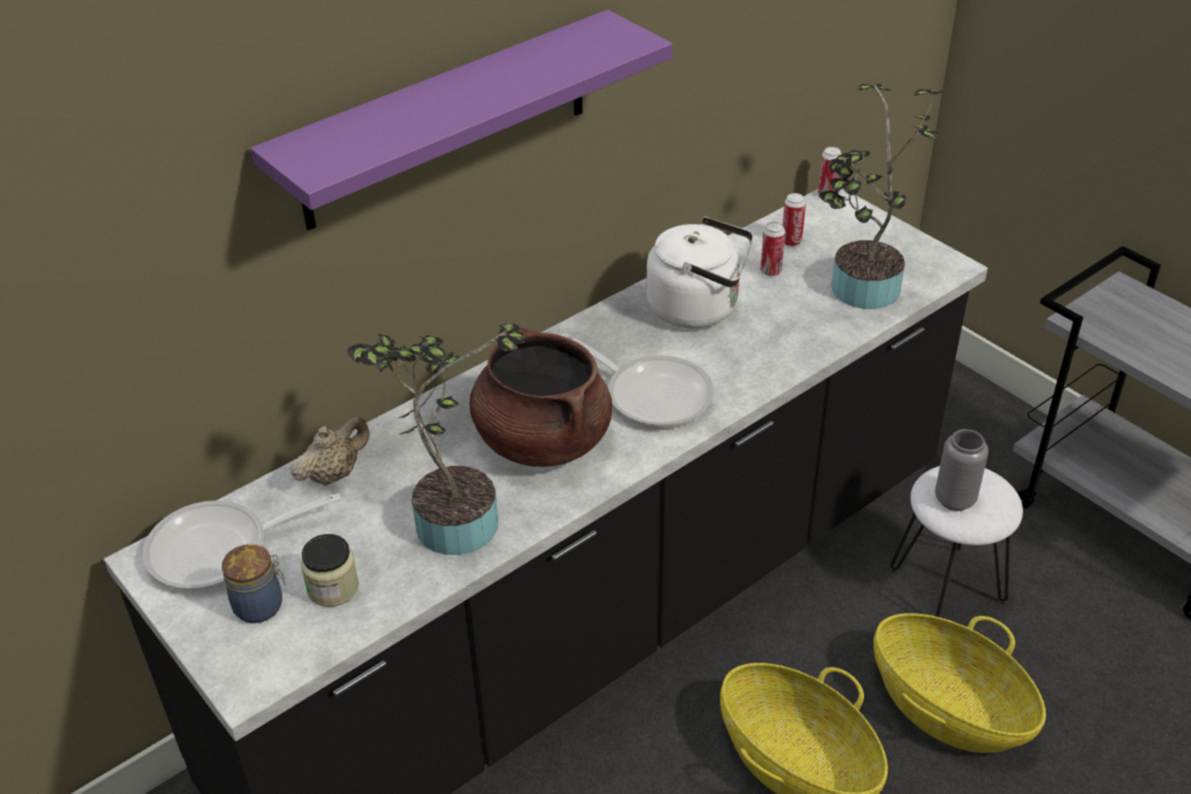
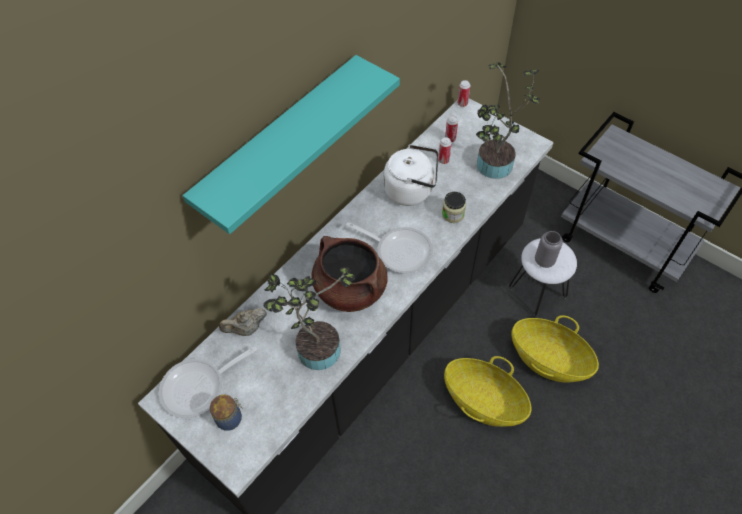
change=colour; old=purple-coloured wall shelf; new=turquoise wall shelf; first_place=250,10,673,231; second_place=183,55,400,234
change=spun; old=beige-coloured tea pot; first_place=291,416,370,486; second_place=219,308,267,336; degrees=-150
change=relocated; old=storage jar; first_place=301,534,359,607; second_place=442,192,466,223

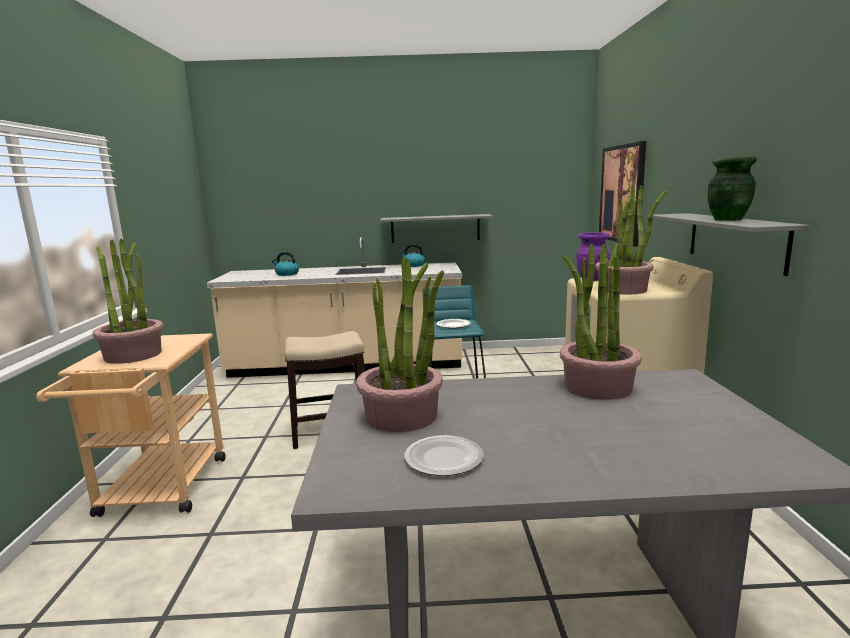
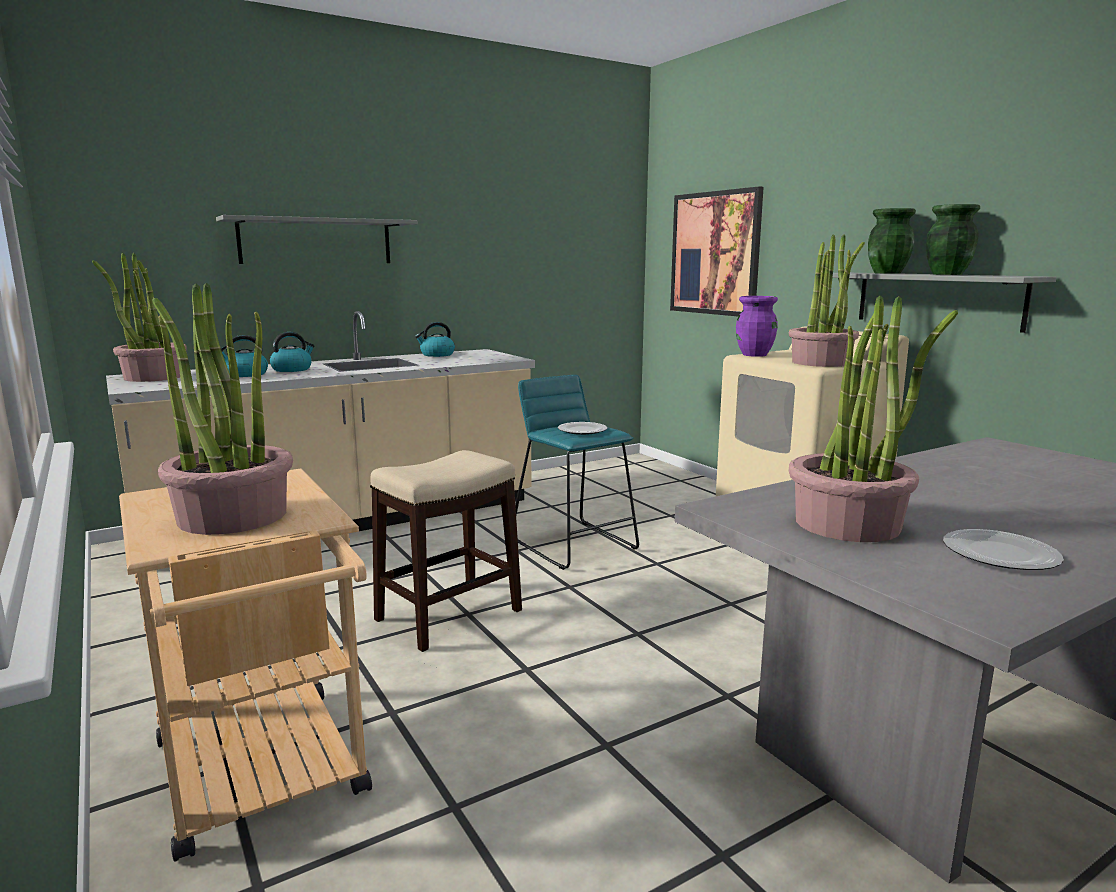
change=relocated; old=greyish wall shelf; first_place=380,214,493,243; second_place=216,215,418,264
change=relocated; old=plant in a pot; first_place=560,243,642,400; second_place=92,253,187,382
change=appeared; new=water kettle; second_place=270,332,315,372
change=appeared; new=green vase; second_place=868,208,916,274

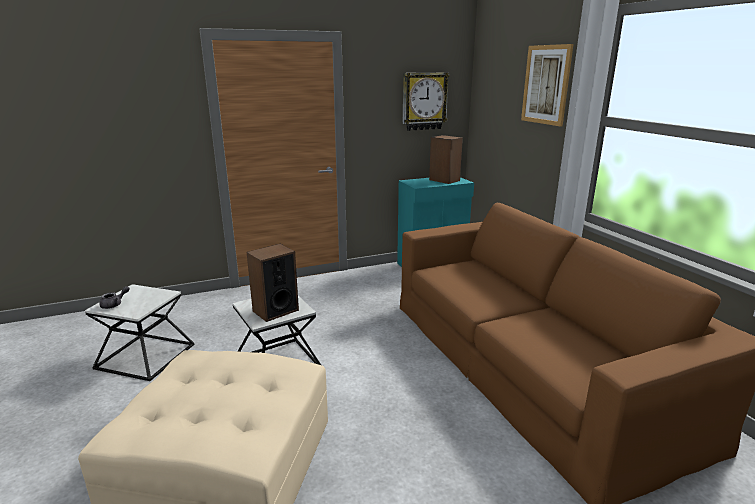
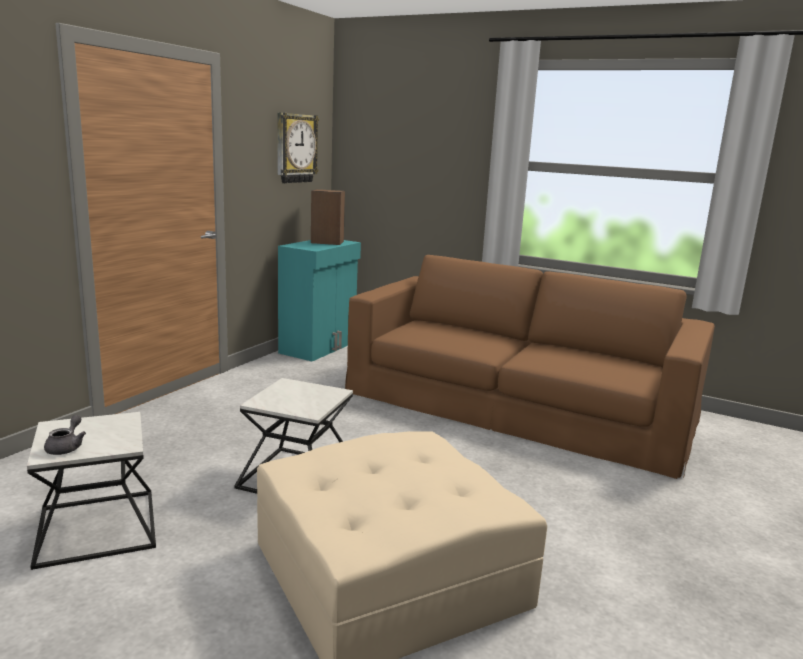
change=missing; old=audio speaker; first_place=247,244,299,322
change=missing; old=wall picture; first_place=521,44,573,127

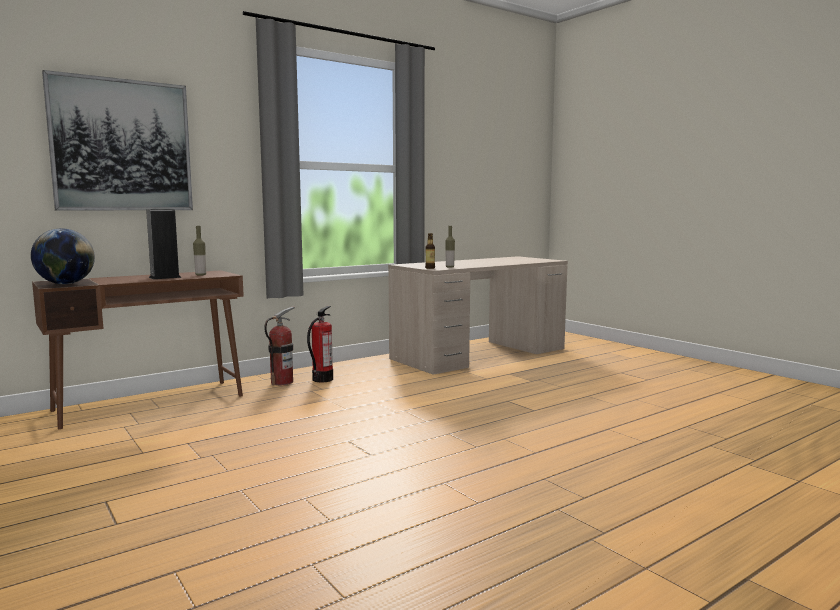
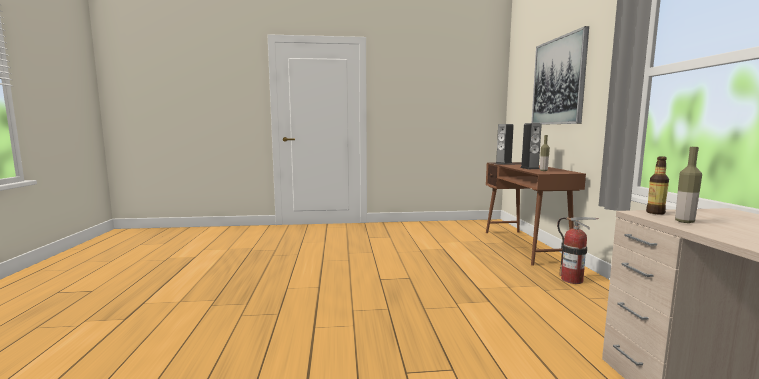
change=exchanged; old=desk globe; new=audio speaker; first_place=31,228,95,284; second_place=495,124,514,164
change=missing; old=extinguisher; first_place=307,306,333,382

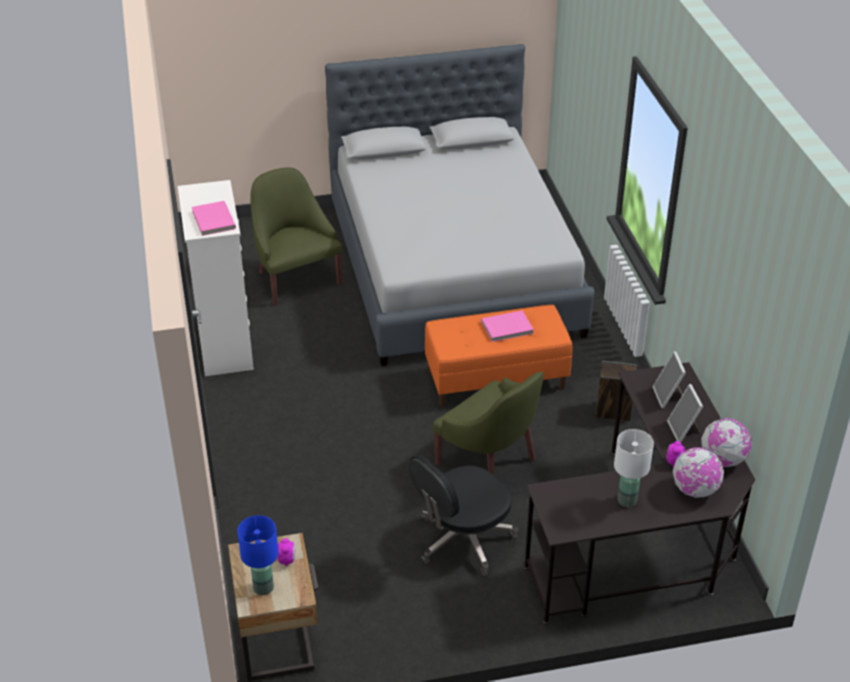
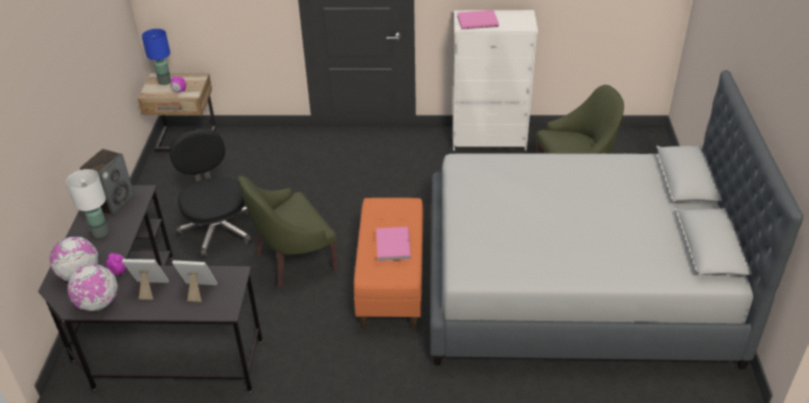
change=relocated; old=audio speaker; first_place=596,361,637,422; second_place=80,149,135,216

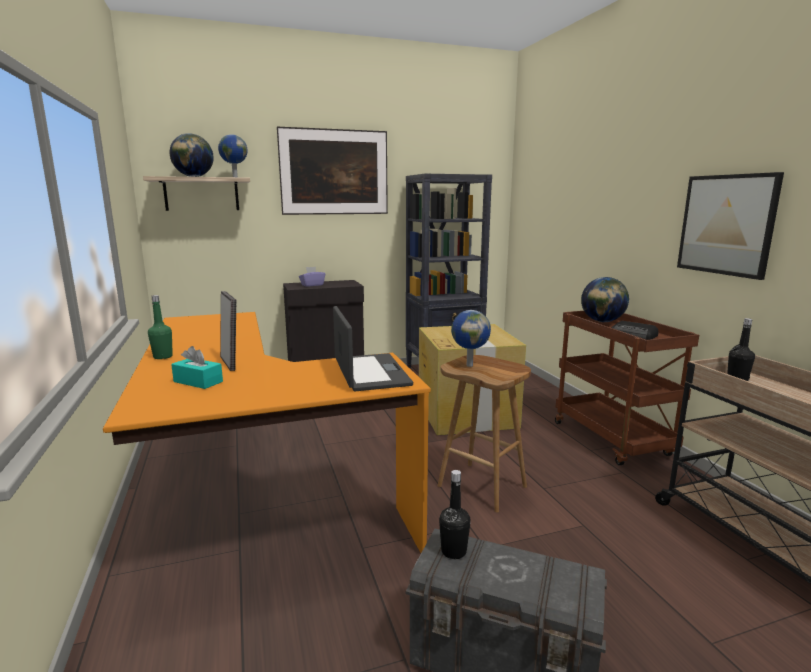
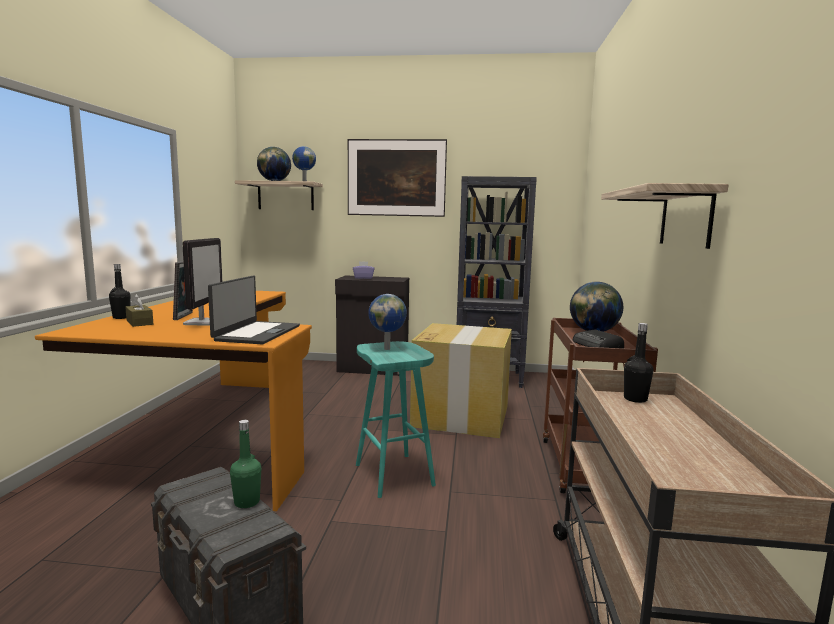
change=relocated; old=green bottle; first_place=148,295,173,359; second_place=230,420,262,508
change=colour; old=turquoise box of tissues; new=brownish box of tissues; first_place=171,346,223,389; second_place=125,294,153,327
change=colour; old=brownish stool seat; new=turquoise stool seat; first_place=438,355,531,513; second_place=356,341,436,498
change=relocated; old=black-coloured bottle; first_place=439,470,471,559; second_place=109,264,130,319
change=exchanged; old=wall picture; new=wall shelf; first_place=677,172,784,280; second_place=601,183,729,249
change=appeared; new=computer screen; second_place=183,238,222,326

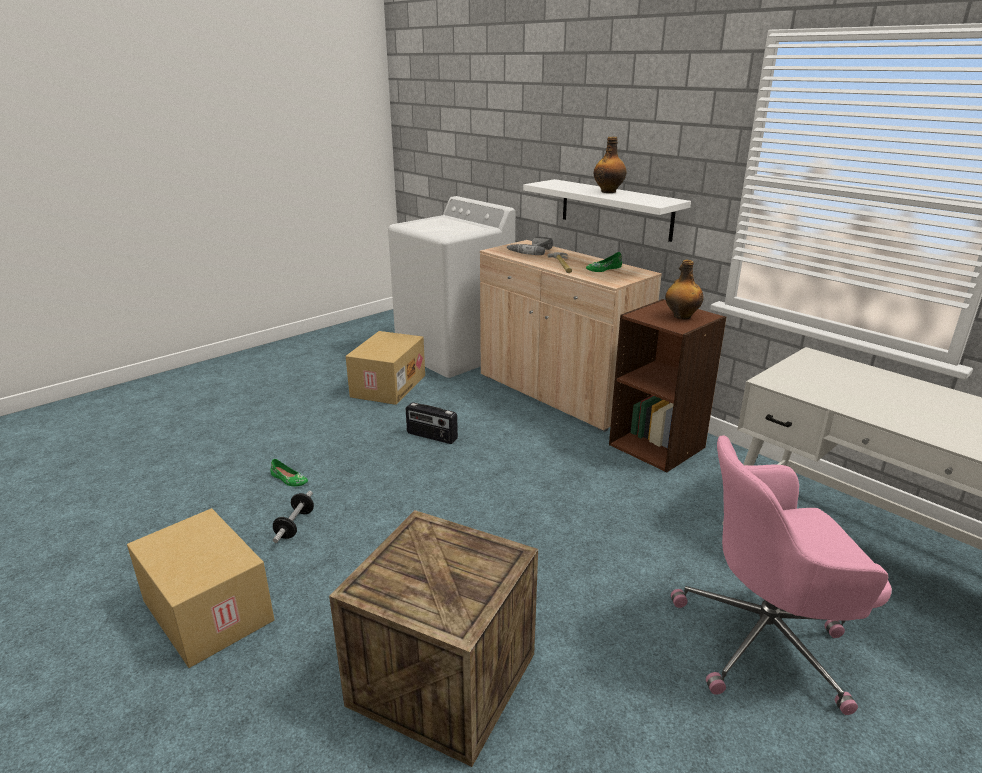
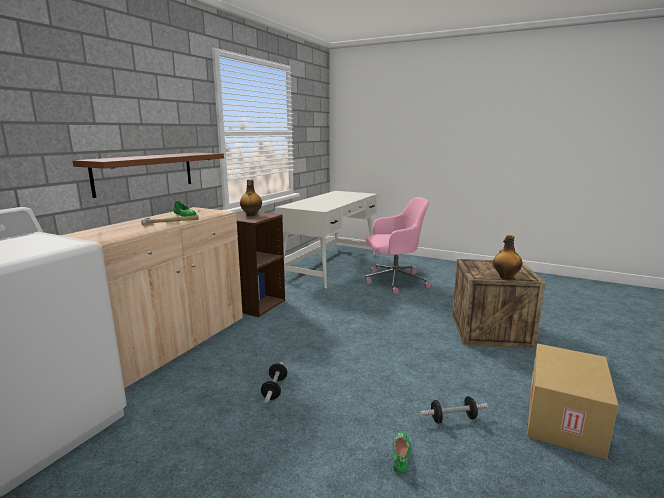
change=missing; old=packing box; first_place=346,331,425,405
change=exchanged; old=radio set; new=dumbbell; first_place=406,402,458,444; second_place=261,362,287,403
change=missing; old=drill; first_place=507,237,553,255
change=colour; old=white-coloured wall shelf; new=brownish wall shelf; first_place=523,179,691,242; second_place=72,153,224,198
change=relocated; old=bottle; first_place=594,137,627,193; second_place=493,235,522,279
change=spun; old=pink-coloured desk chair; first_place=671,435,892,715; second_place=365,197,431,294; degrees=-75

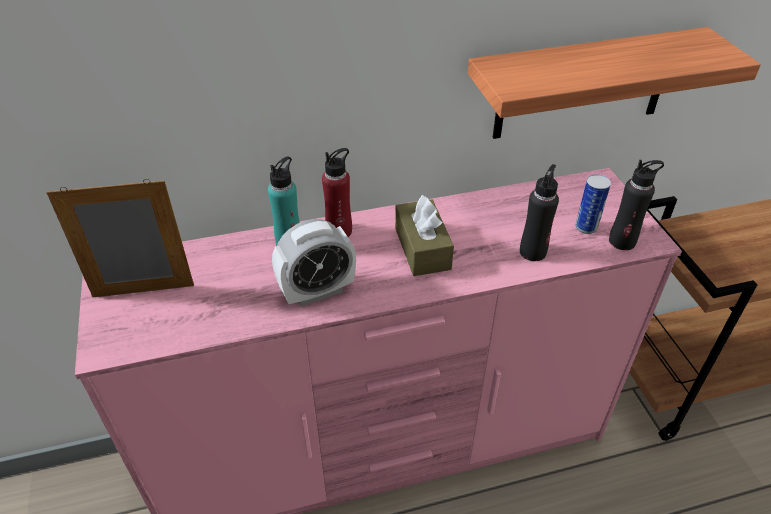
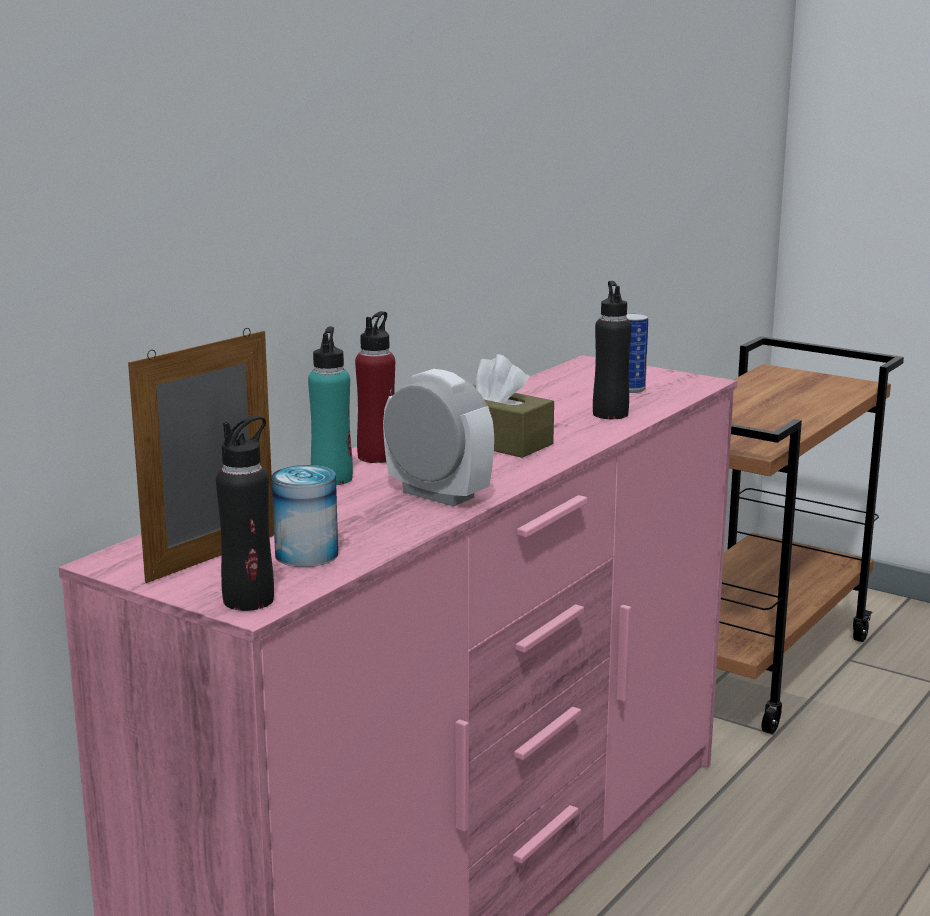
change=spun; old=alarm clock; first_place=272,219,356,307; second_place=383,369,494,507; degrees=-75
change=missing; old=wall shelf; first_place=468,27,761,139
change=relocated; old=black-coloured bottle; first_place=609,160,664,250; second_place=216,416,274,611
change=appeared; new=can; second_place=272,465,338,567

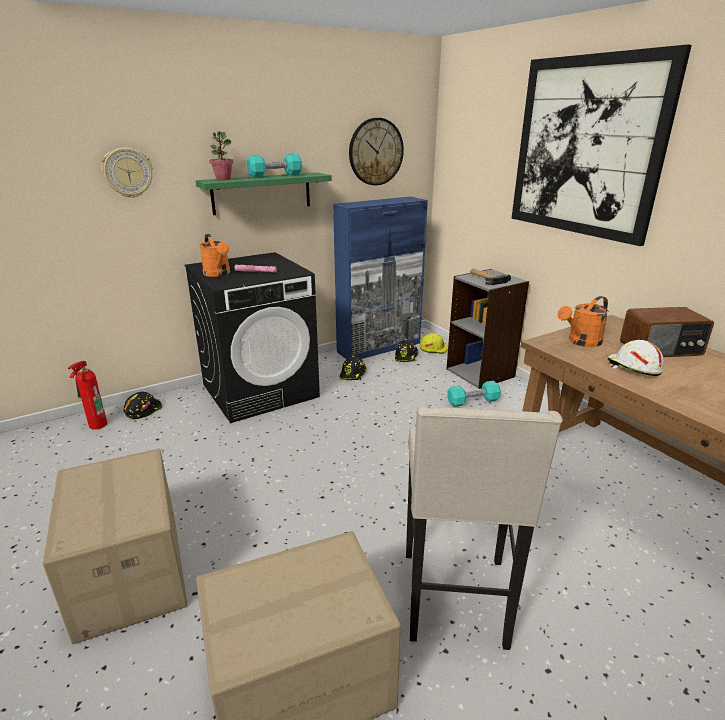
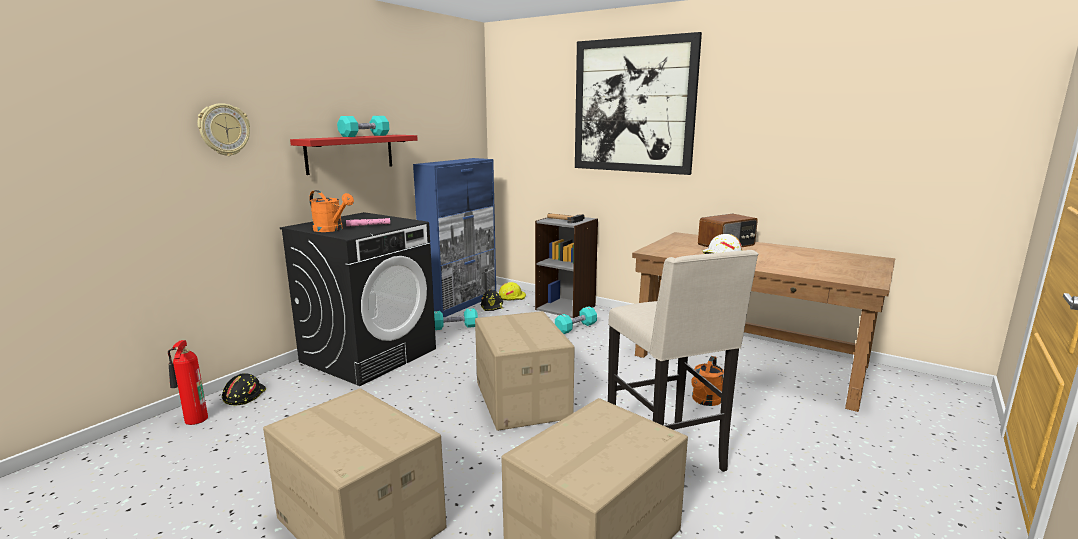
change=colour; old=green wall shelf; new=reddish wall shelf; first_place=196,173,332,215; second_place=290,135,418,175
change=missing; old=plant in a pot; first_place=209,131,234,180
change=exchanged; old=black-coloured safety helmet; new=turquoise dumbbell; first_place=340,356,367,380; second_place=434,308,478,330
change=missing; old=hanging clock; first_place=349,118,404,185
change=relocated; old=orange-coloured watering can; first_place=558,296,608,347; second_place=691,356,724,406
change=appeared; new=packing box; second_place=475,311,575,431

